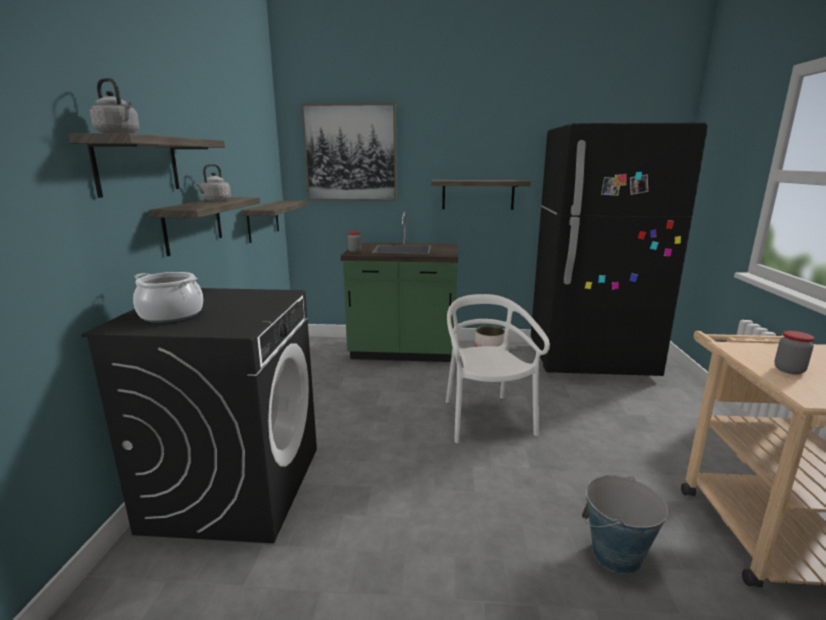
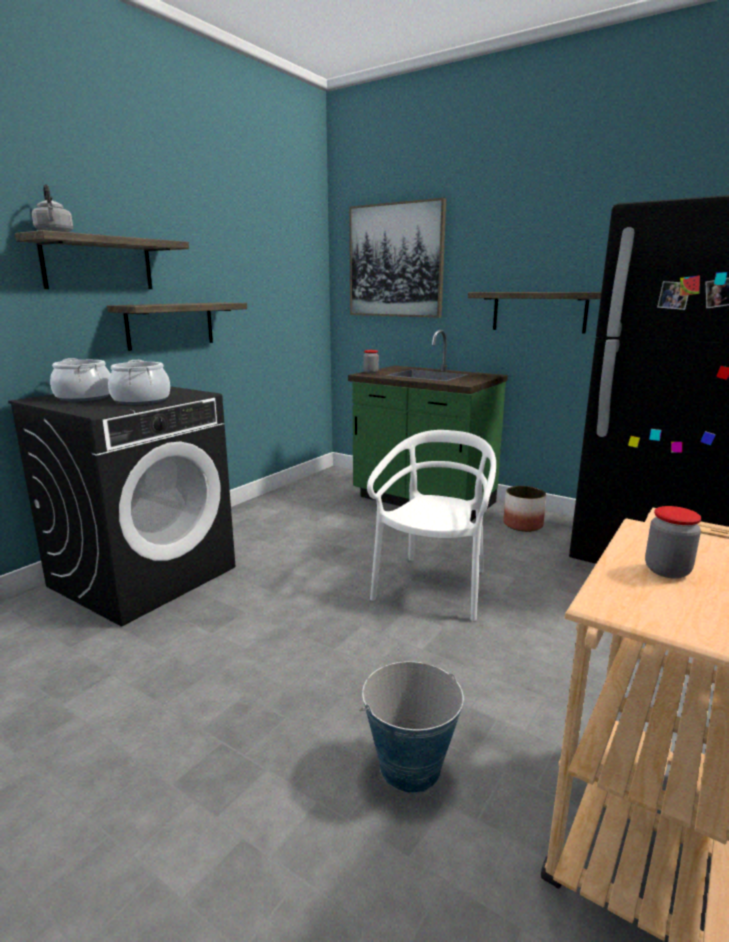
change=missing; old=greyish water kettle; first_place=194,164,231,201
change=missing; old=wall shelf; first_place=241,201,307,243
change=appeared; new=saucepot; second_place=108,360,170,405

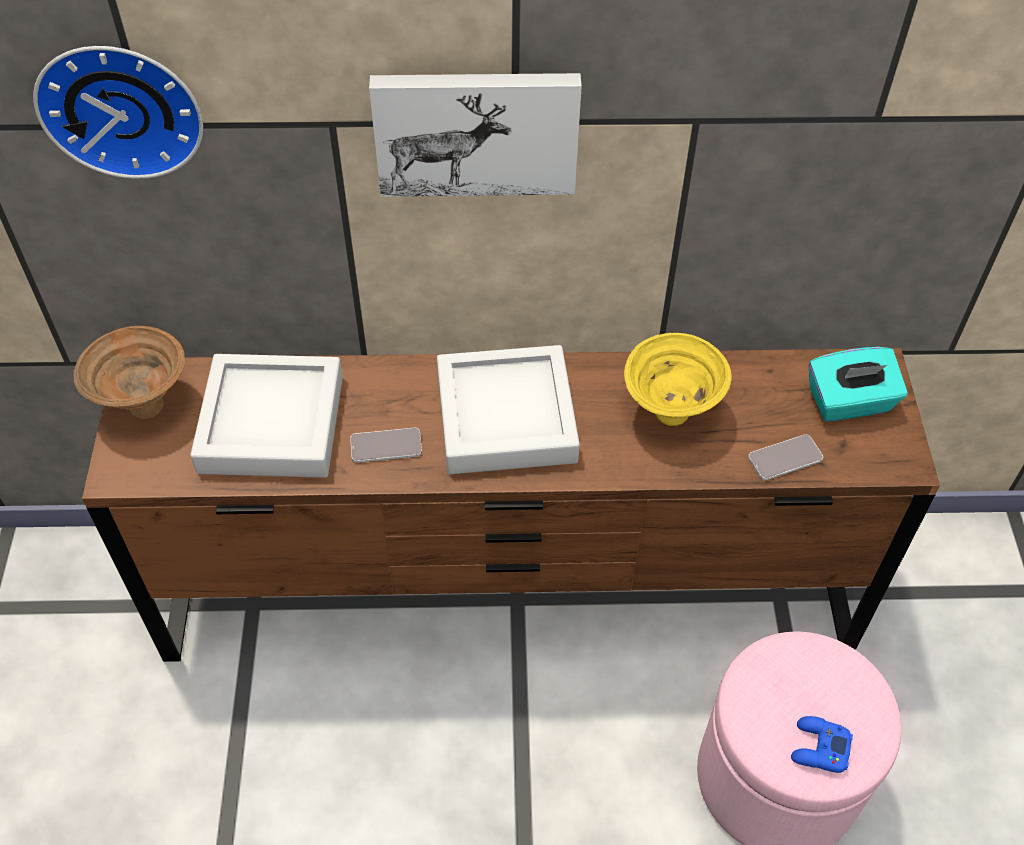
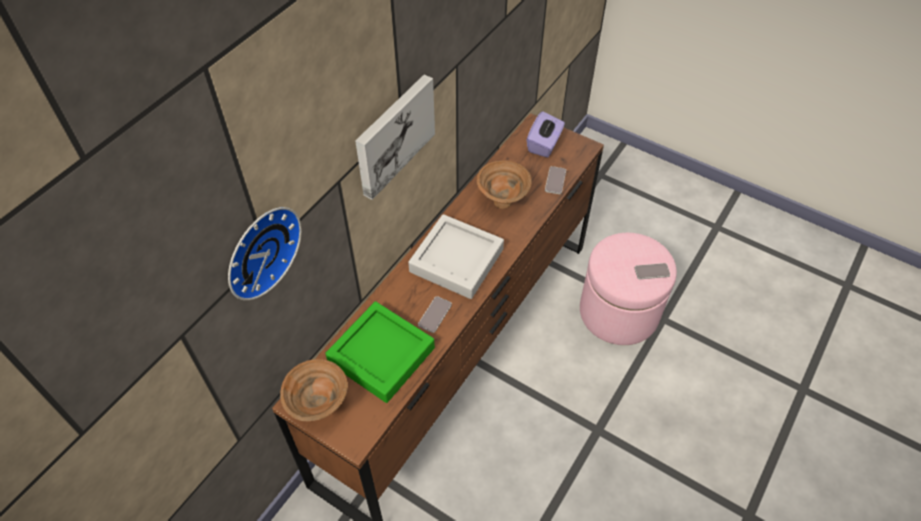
change=colour; old=greyish tray; new=green tray; first_place=190,354,343,478; second_place=325,301,435,403
change=colour; old=yellow deep dish; new=brownish deep dish; first_place=624,333,731,426; second_place=477,161,532,209
change=exchanged; old=blue-coloured joypad; new=handset; first_place=791,716,853,773; second_place=635,263,670,279
change=colour; old=turquoise box of tissues; new=purple-coloured box of tissues; first_place=809,347,908,422; second_place=527,111,565,158

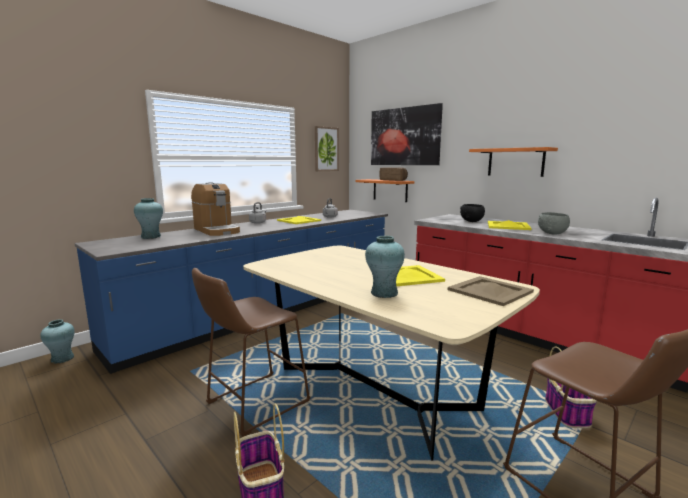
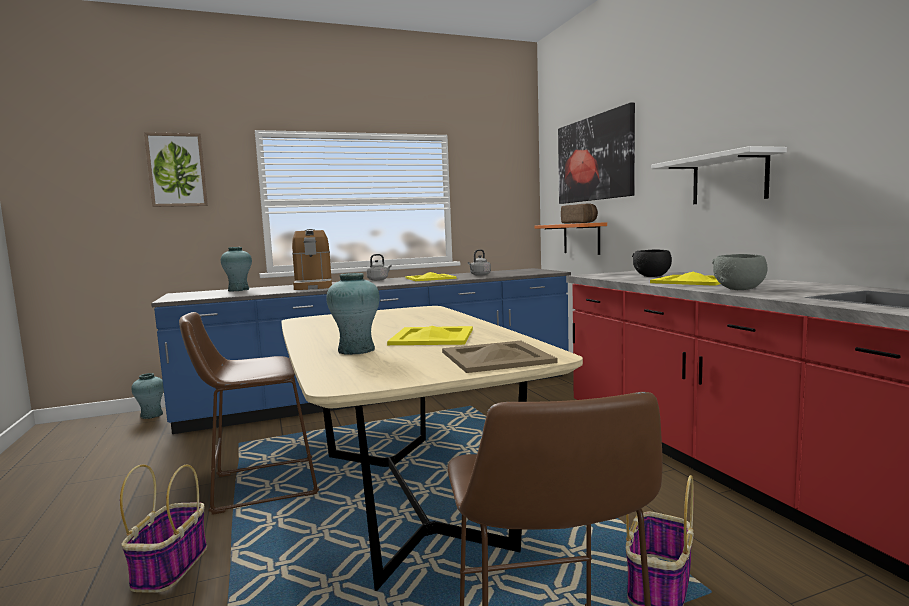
change=relocated; old=wall picture; first_place=315,126,339,171; second_place=144,132,208,207
change=colour; old=orange-coloured wall shelf; new=white-coloured wall shelf; first_place=469,147,558,177; second_place=651,146,787,204

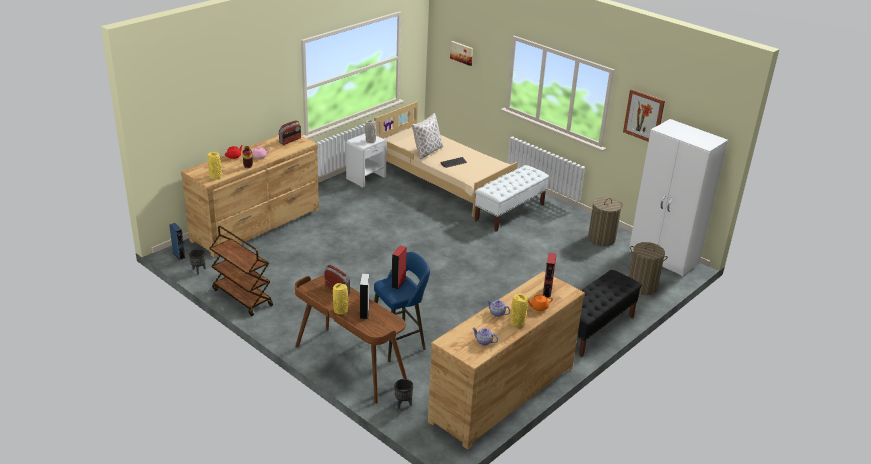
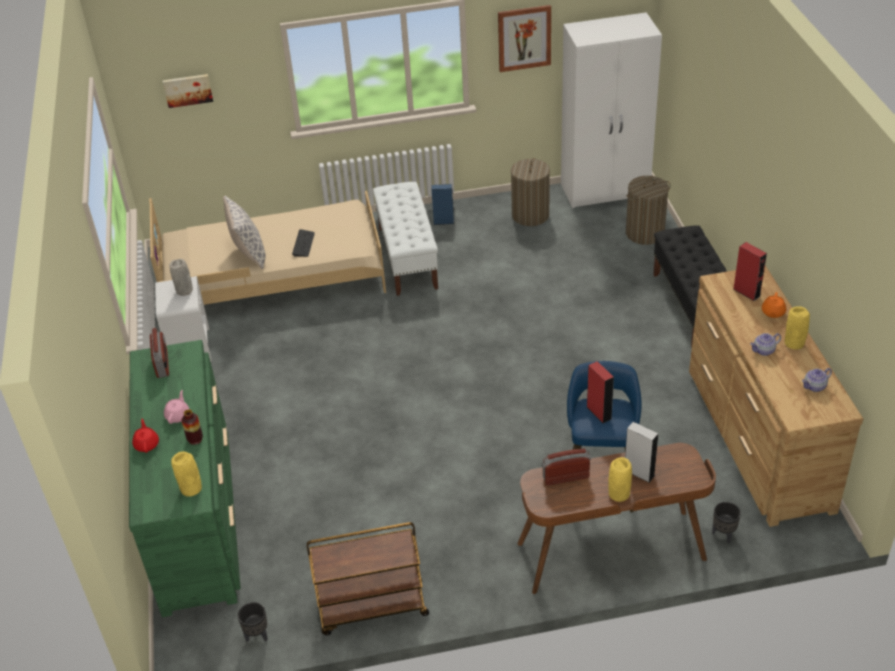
change=relocated; old=blue-coloured audio speaker; first_place=169,223,185,260; second_place=431,184,454,225
change=colour; old=brownish dresser; new=green dresser; first_place=181,135,319,257; second_place=129,340,241,617

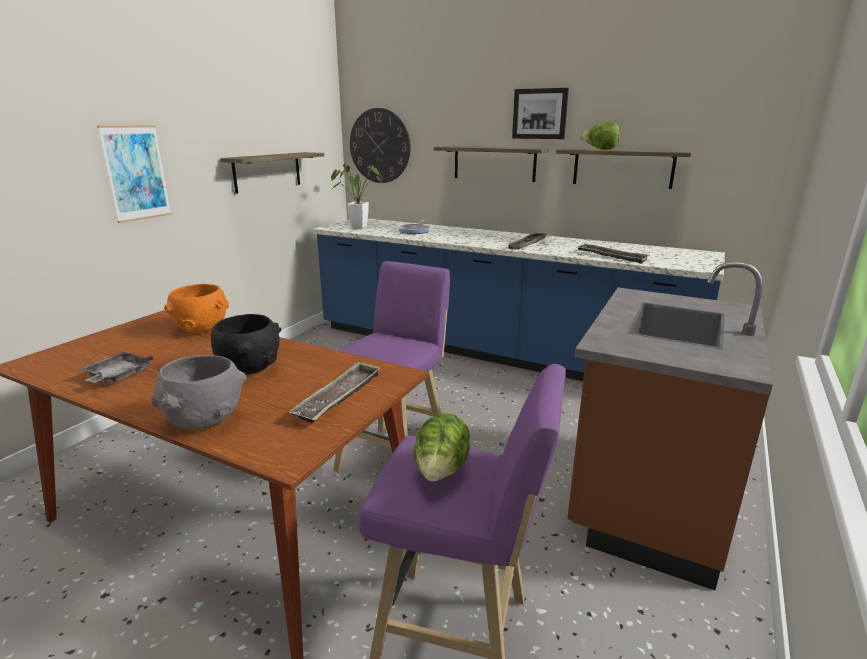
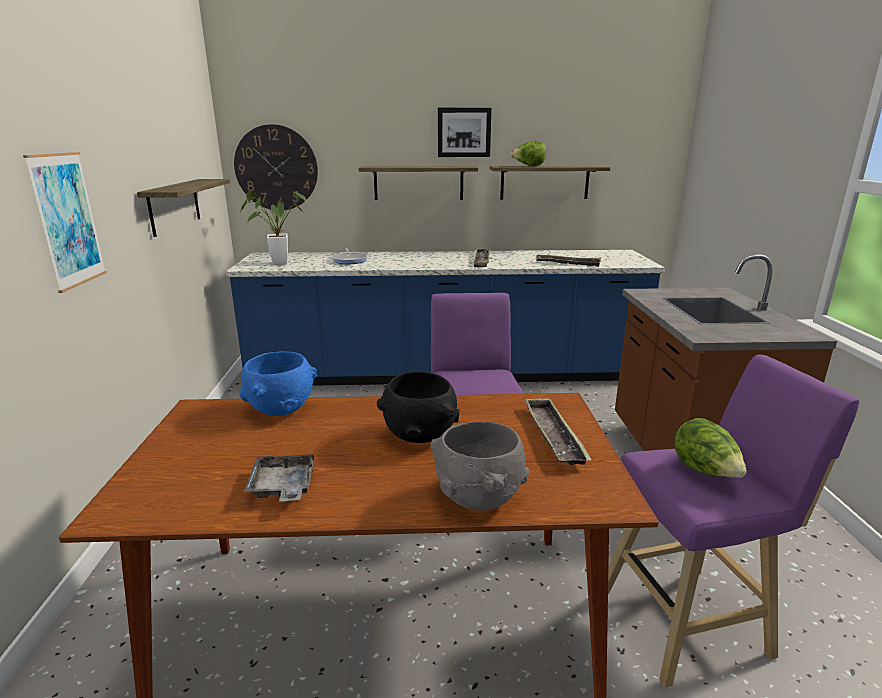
change=colour; old=orange-coloured deep dish; new=blue-coloured deep dish; first_place=164,284,229,333; second_place=239,351,317,416

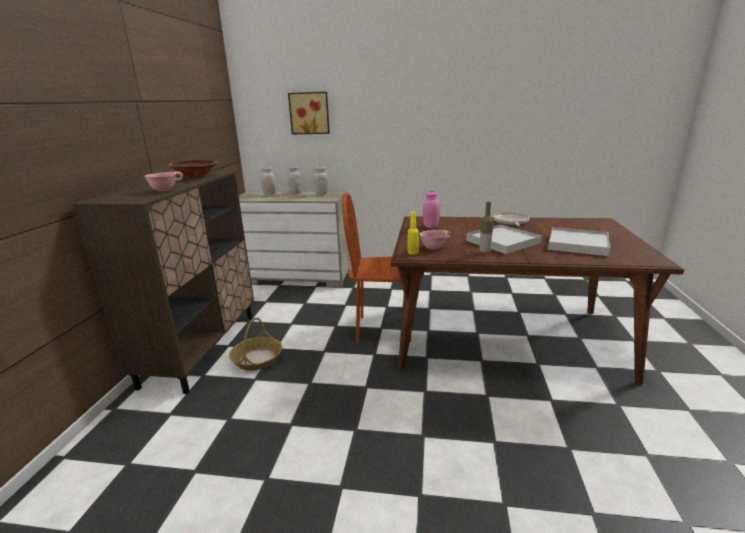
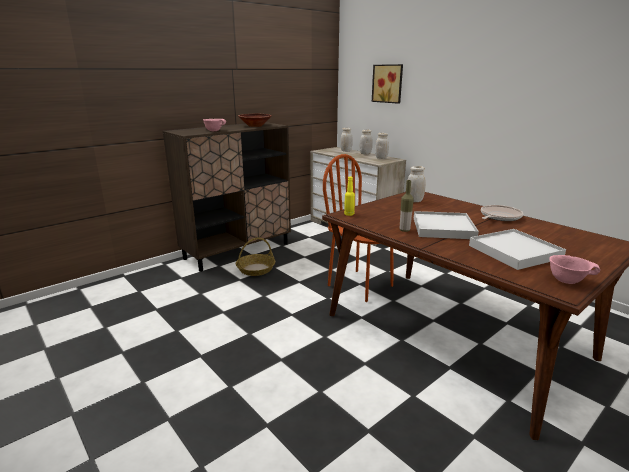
change=relocated; old=pink-coloured deep dish; first_place=419,230,451,249; second_place=549,255,600,284
change=colour; old=pink-coloured storage jar; new=white-coloured storage jar; first_place=423,191,440,228; second_place=407,166,426,202

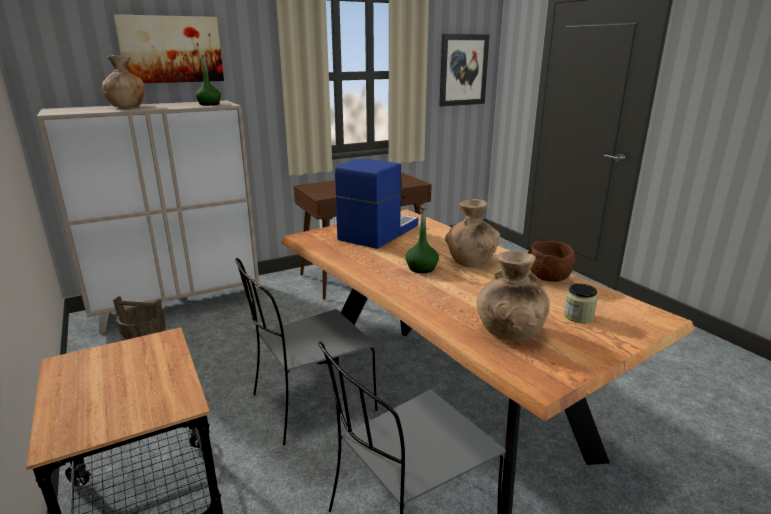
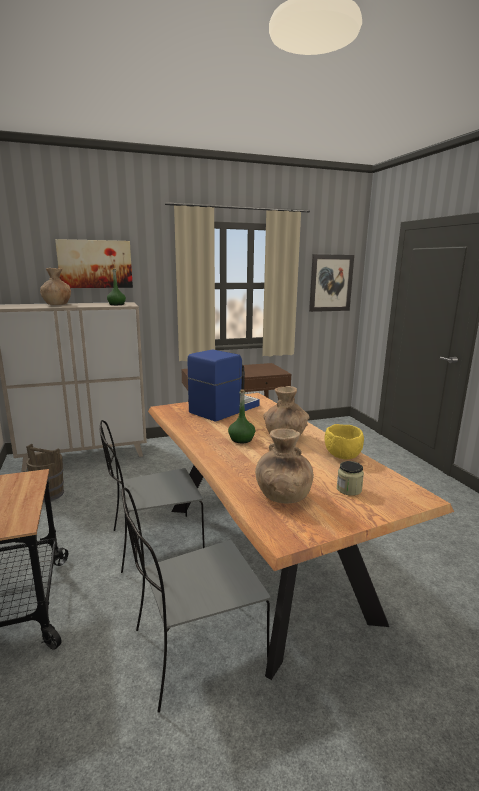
change=colour; old=brownish deep dish; new=yellow deep dish; first_place=528,241,575,282; second_place=325,424,364,460

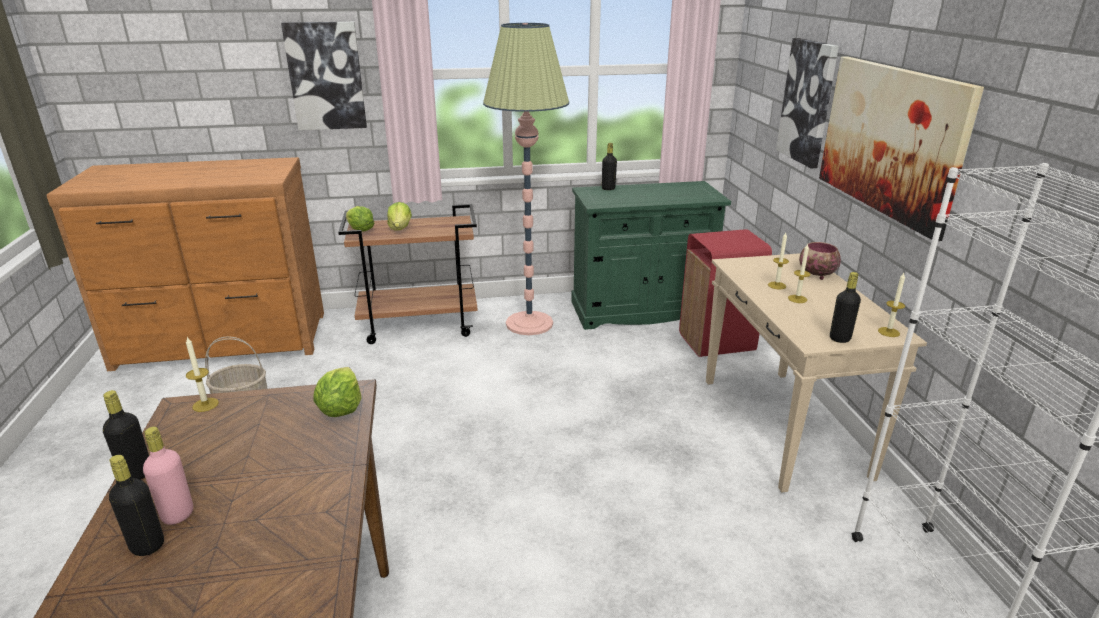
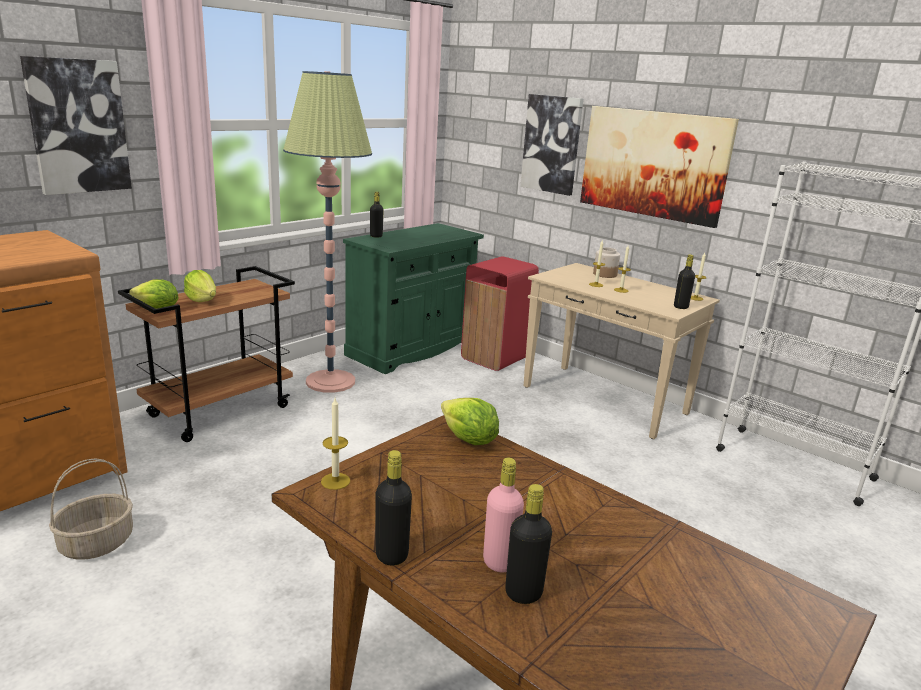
change=exchanged; old=deep dish; new=storage jar; first_place=799,242,841,280; second_place=593,247,620,278

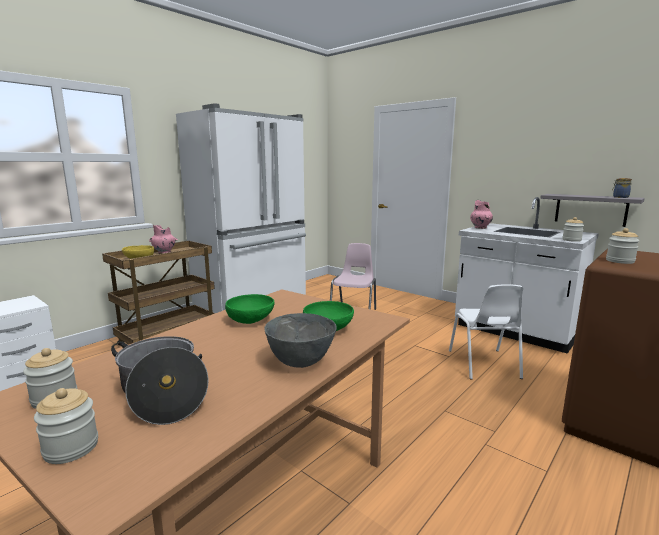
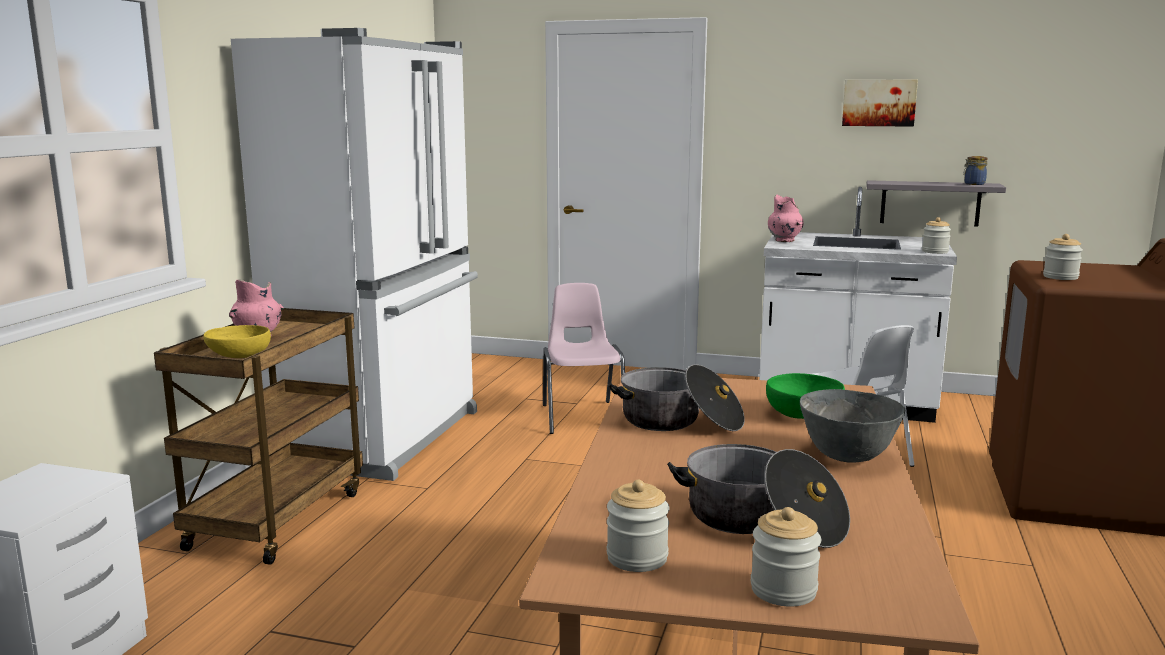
change=exchanged; old=green deep dish; new=saucepot; first_place=225,294,275,324; second_place=609,364,745,431
change=appeared; new=wall picture; second_place=842,80,918,127

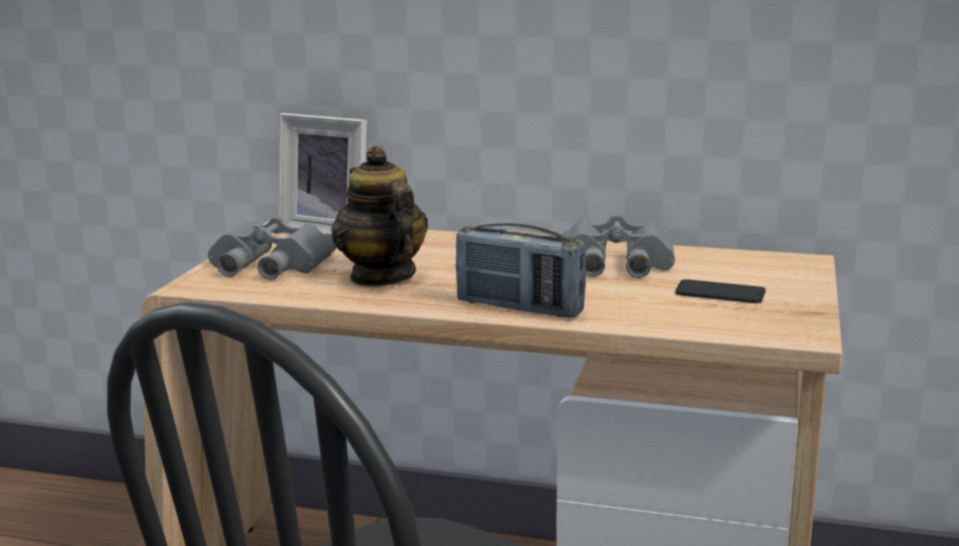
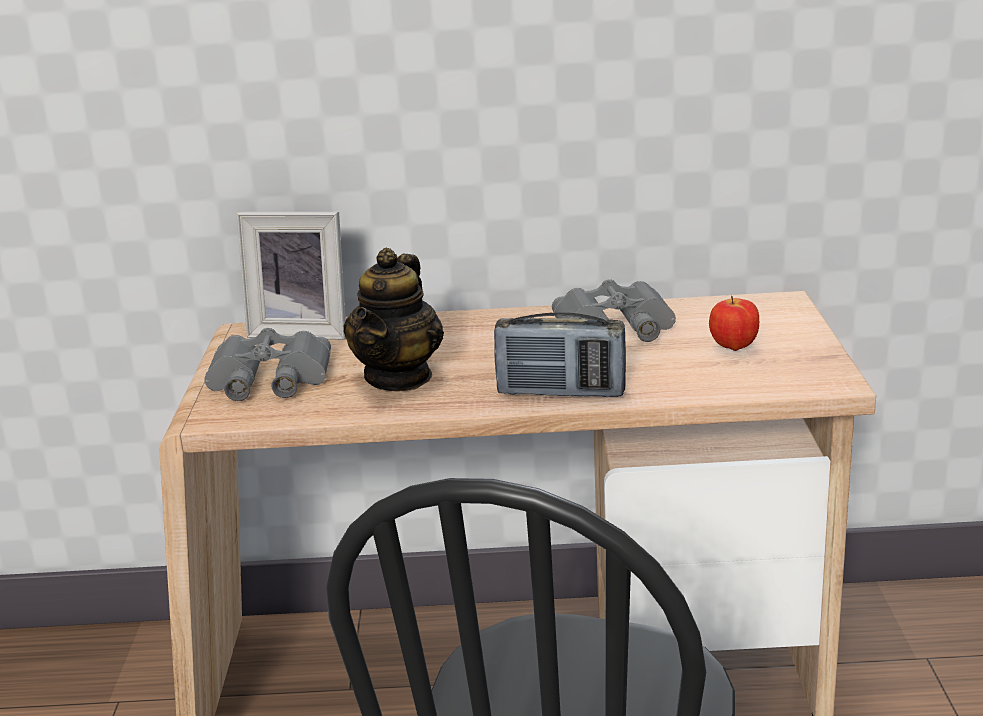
change=spun; old=tea pot; first_place=331,146,428,287; second_place=343,248,444,391; degrees=-120
change=exchanged; old=handset; new=whole apple; first_place=675,279,766,303; second_place=709,296,759,351

